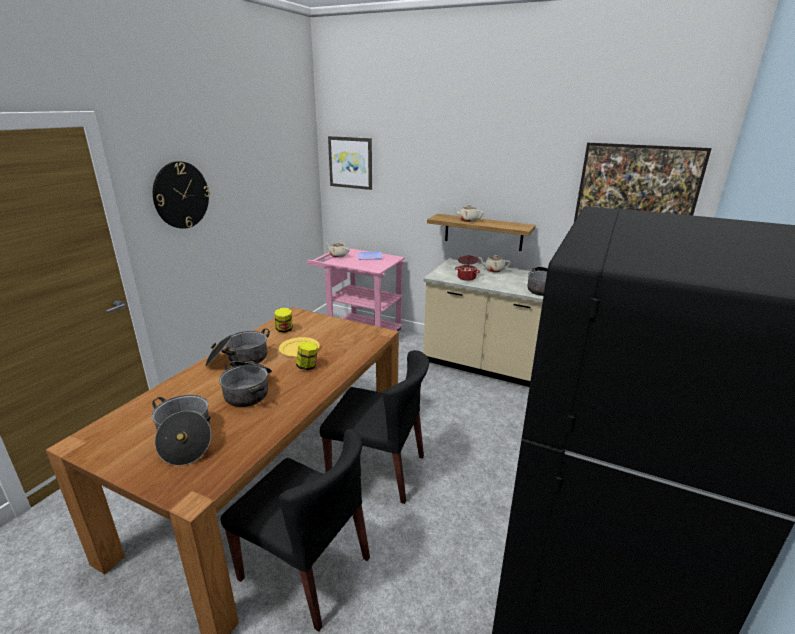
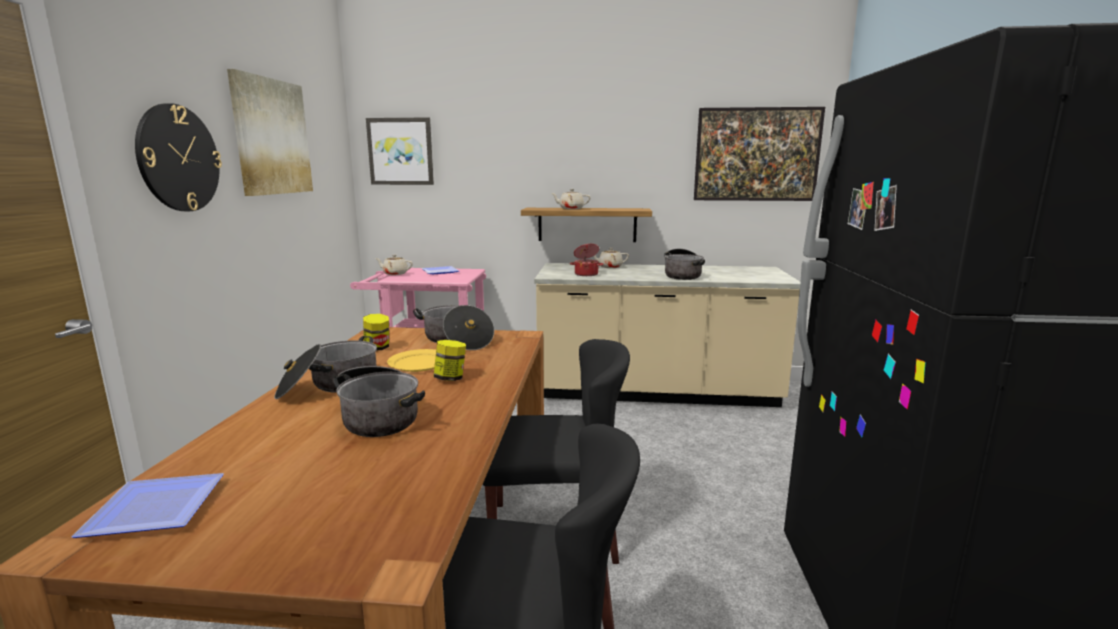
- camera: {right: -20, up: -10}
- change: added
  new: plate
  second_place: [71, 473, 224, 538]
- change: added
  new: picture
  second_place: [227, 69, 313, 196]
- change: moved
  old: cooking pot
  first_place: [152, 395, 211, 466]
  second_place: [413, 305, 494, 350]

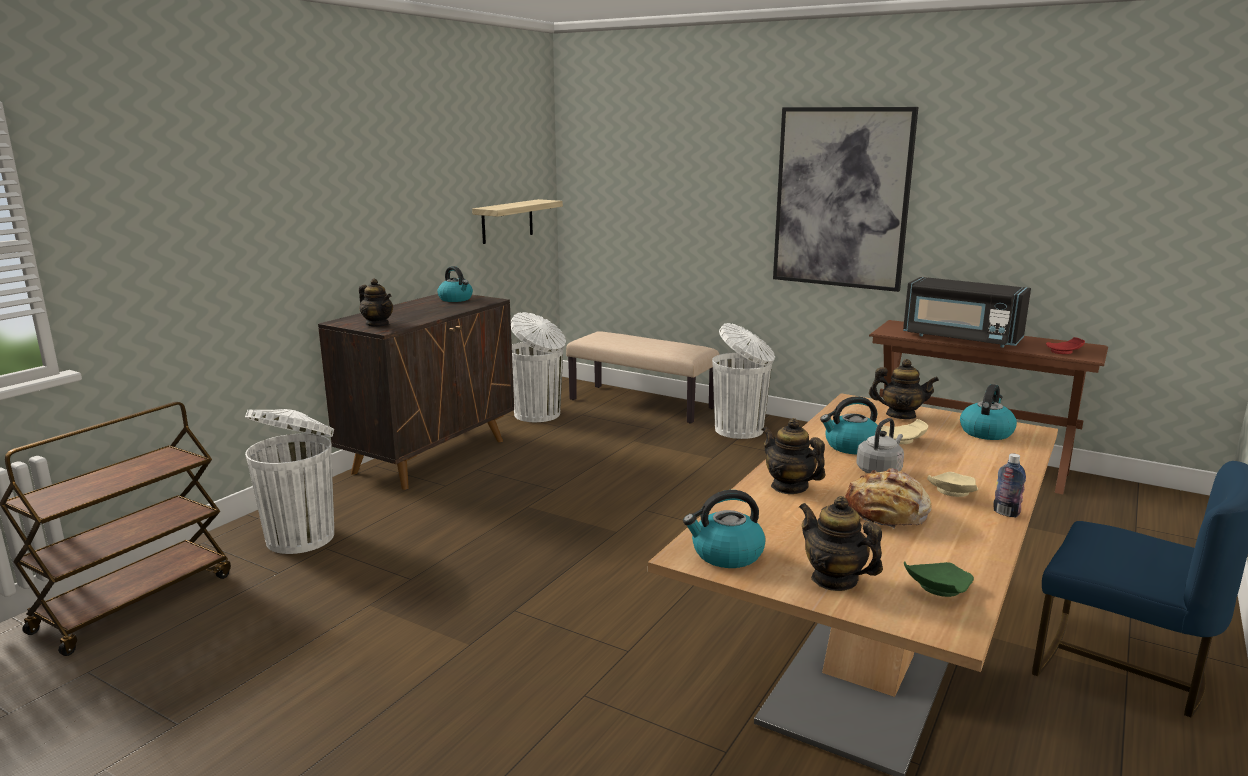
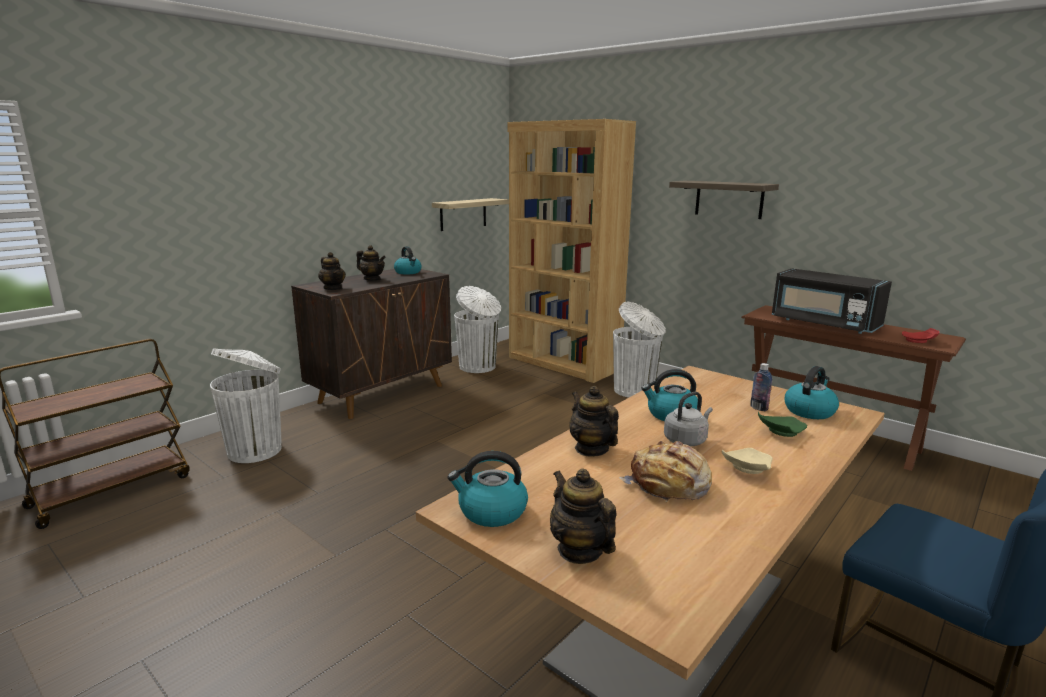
- camera: {right: 10, up: 0}
- change: removed
  old: plate/beige
  first_place: [881, 419, 928, 444]
- change: moved
  old: teapot
  first_place: [869, 359, 939, 419]
  second_place: [356, 245, 386, 281]
- change: moved
  old: plate/green
  first_place: [904, 561, 974, 597]
  second_place: [758, 412, 807, 437]
- change: moved
  old: bottle
  first_place: [993, 454, 1026, 518]
  second_place: [750, 363, 772, 411]
- change: replaced
  old: bench/beige
  new: bookcase/brown
  first_place: [566, 331, 720, 424]
  second_place: [507, 119, 636, 383]
- change: replaced
  old: picture
  new: shelf
  first_place: [773, 107, 918, 292]
  second_place: [669, 181, 779, 219]

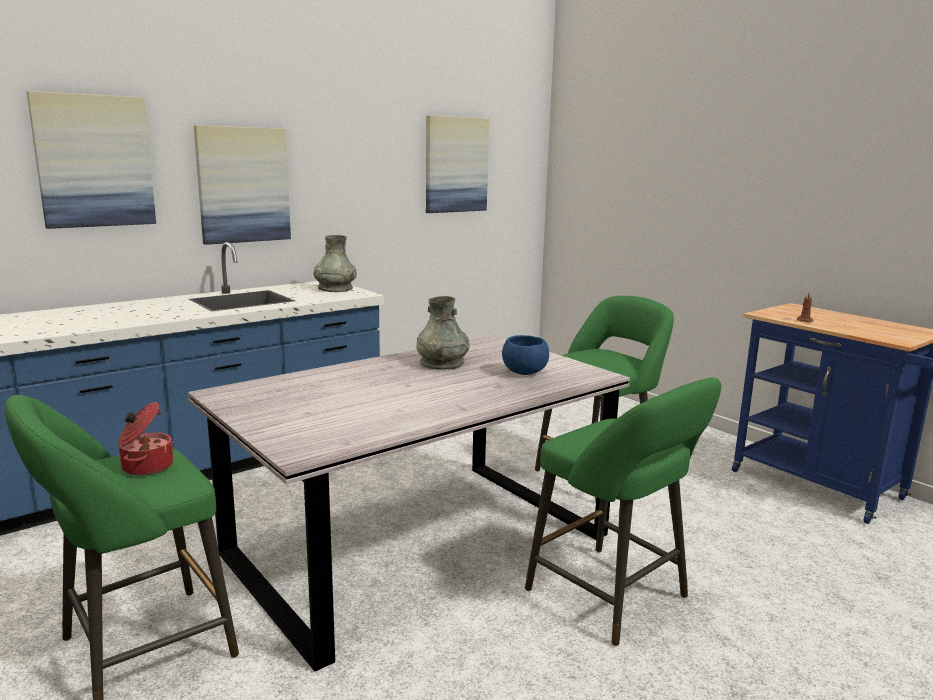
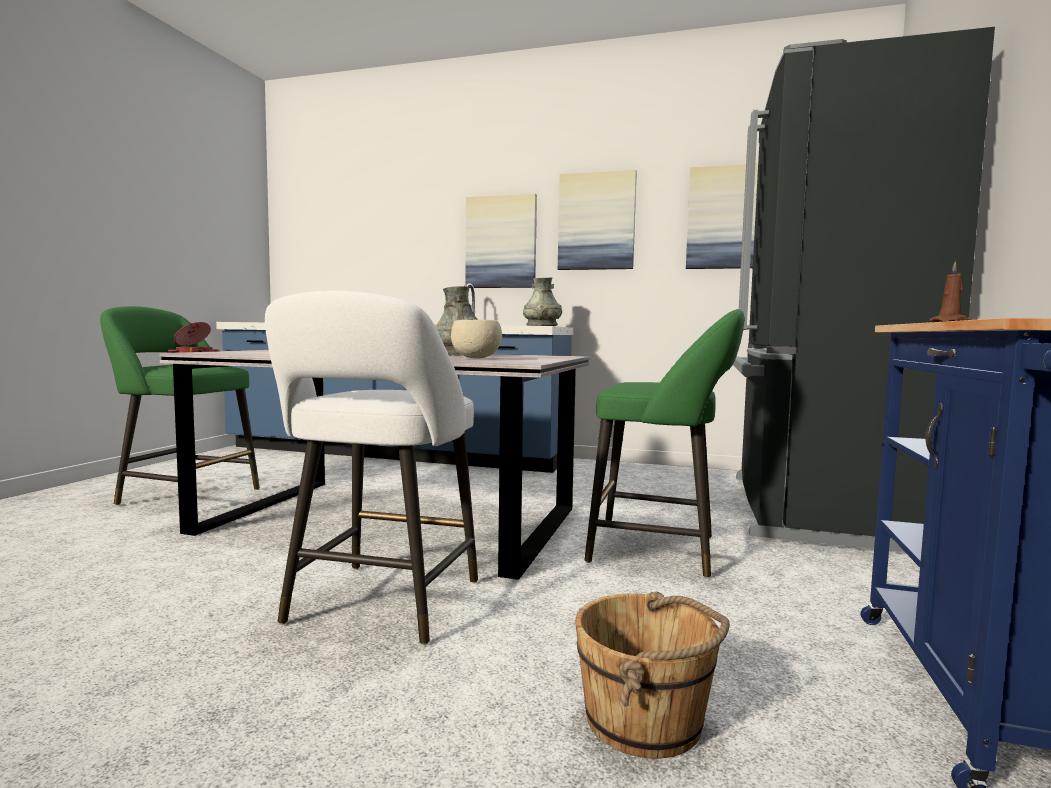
- camera: {right: 55, up: -10}
- change: added
  new: bucket/brown
  second_place: [575, 591, 730, 758]
- change: added
  new: fridge/black
  second_place: [733, 27, 995, 552]
- change: moved
  old: picture
  first_place: [26, 91, 156, 229]
  second_place: [558, 170, 637, 270]
- change: recoloured
  old: bowl/blue
  new: bowl/beige
  first_place: [502, 335, 549, 375]
  second_place: [451, 320, 502, 359]
- change: recoloured
  old: stool/green
  new: stool/white
  first_place: [525, 377, 721, 646]
  second_place: [265, 290, 478, 645]

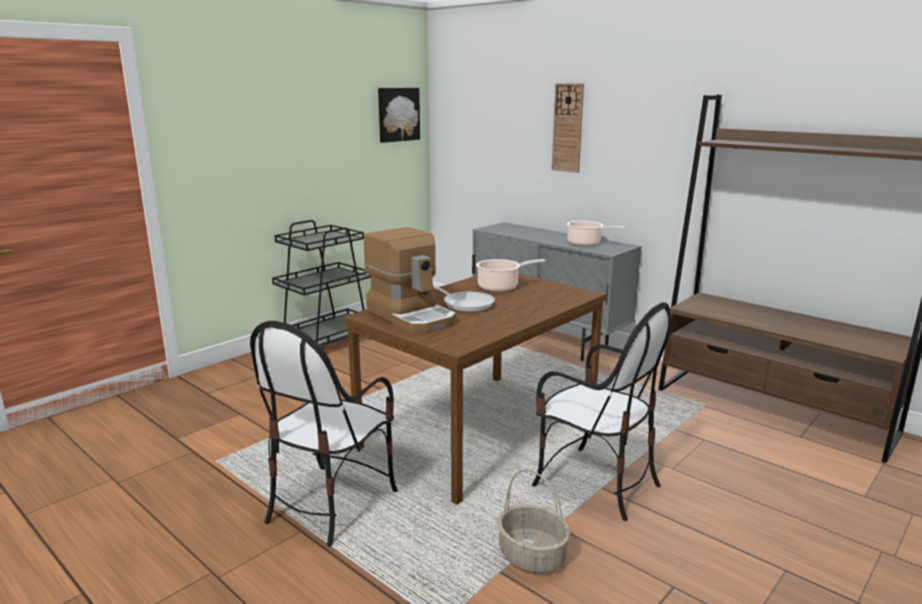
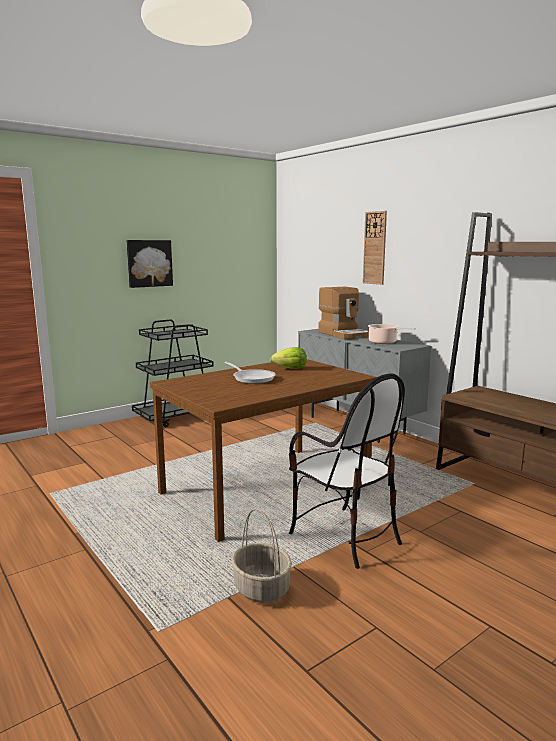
- camera: {right: 10, up: -5}
- change: removed
  old: chair
  first_place: [250, 321, 398, 547]
- change: moved
  old: coffee machine
  first_place: [364, 227, 456, 334]
  second_place: [318, 287, 369, 339]
- change: moved
  old: picture
  first_place: [378, 88, 420, 143]
  second_place: [127, 240, 173, 288]
- change: replaced
  old: cooking pot
  new: lettuce
  first_place: [476, 259, 546, 292]
  second_place: [271, 347, 307, 369]

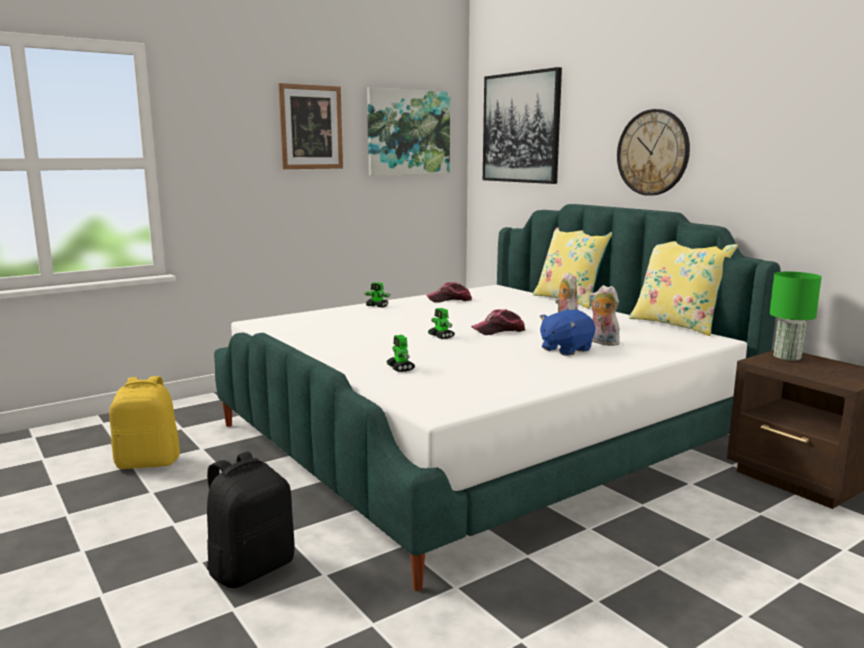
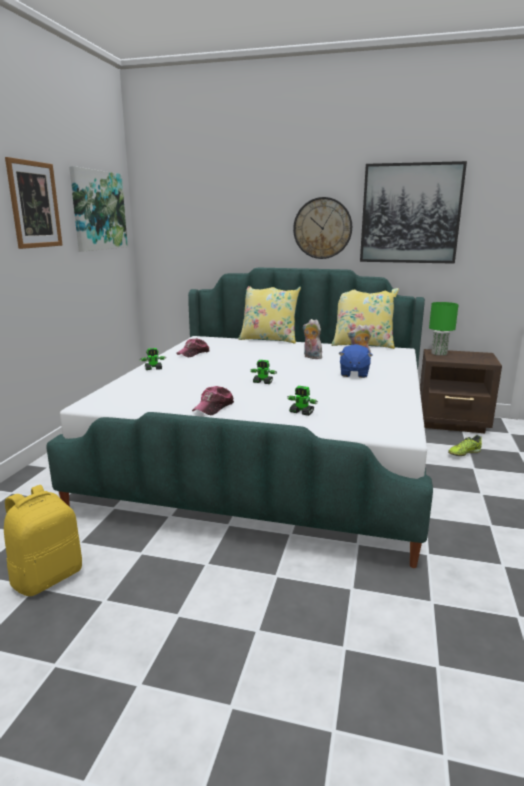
- camera: {right: -40, up: 5}
- change: removed
  old: backpack/black
  first_place: [207, 452, 294, 588]
- change: added
  new: shoe
  second_place: [448, 435, 482, 456]
- change: moved
  old: cap
  first_place: [471, 309, 525, 335]
  second_place: [192, 386, 234, 415]
- change: moved
  old: picture
  first_place: [483, 67, 562, 184]
  second_place: [360, 161, 467, 264]

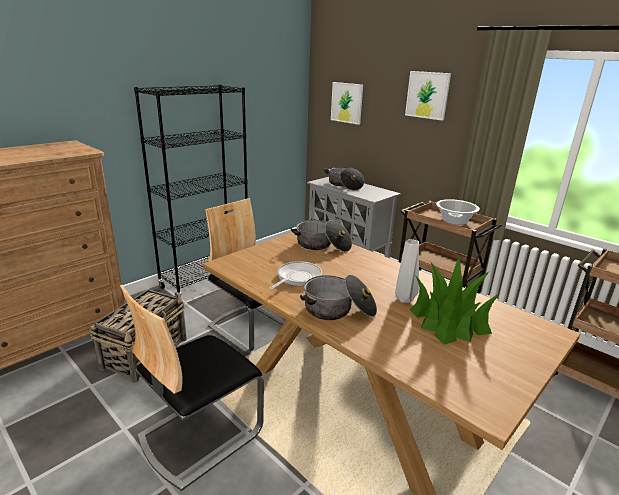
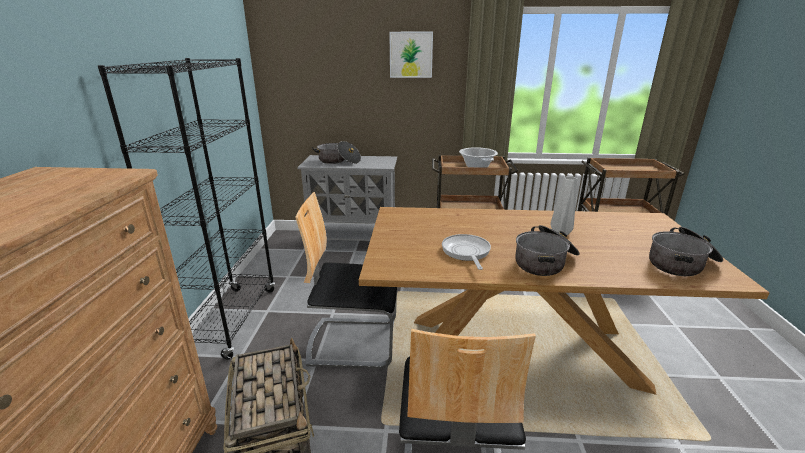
- camera: {right: -40, up: 0}
- change: removed
  old: picture
  first_place: [331, 82, 363, 125]
- change: removed
  old: potted plant
  first_place: [410, 257, 500, 345]
- change: moved
  old: cooking pot
  first_place: [290, 220, 352, 252]
  second_place: [649, 227, 723, 276]

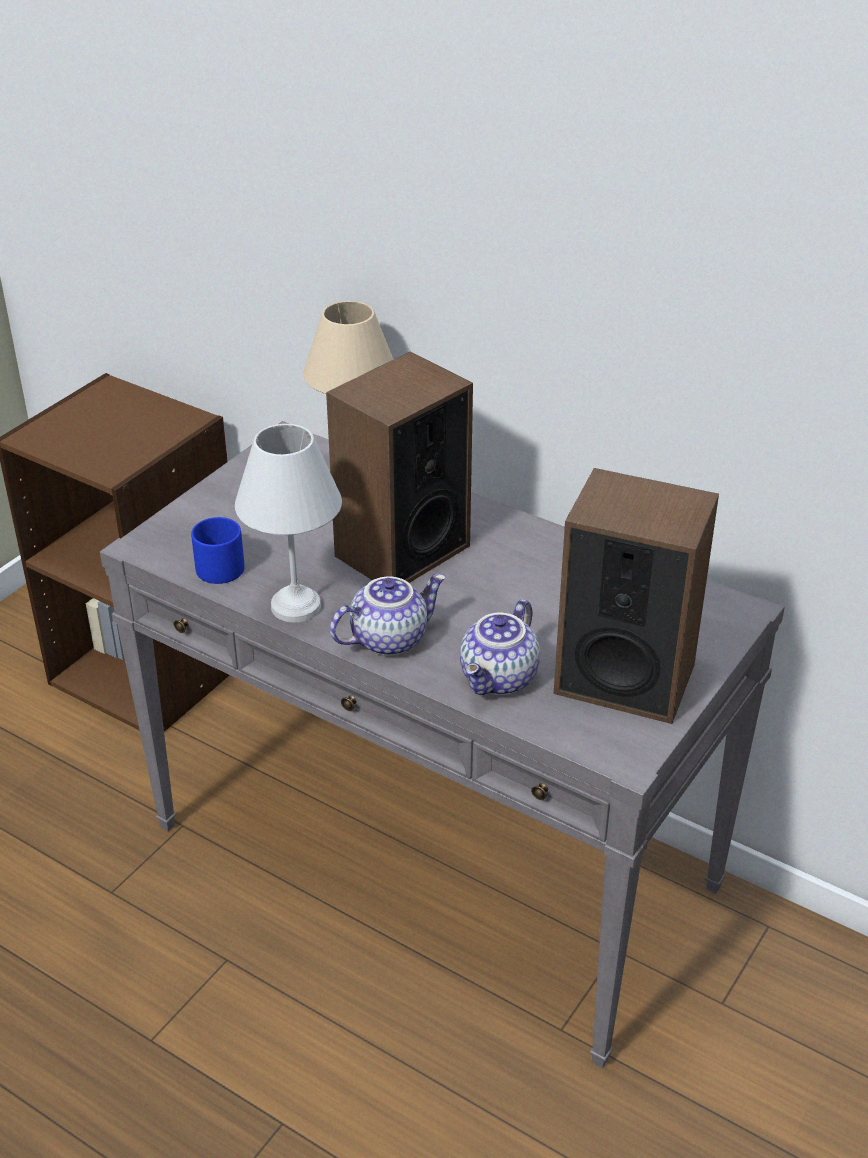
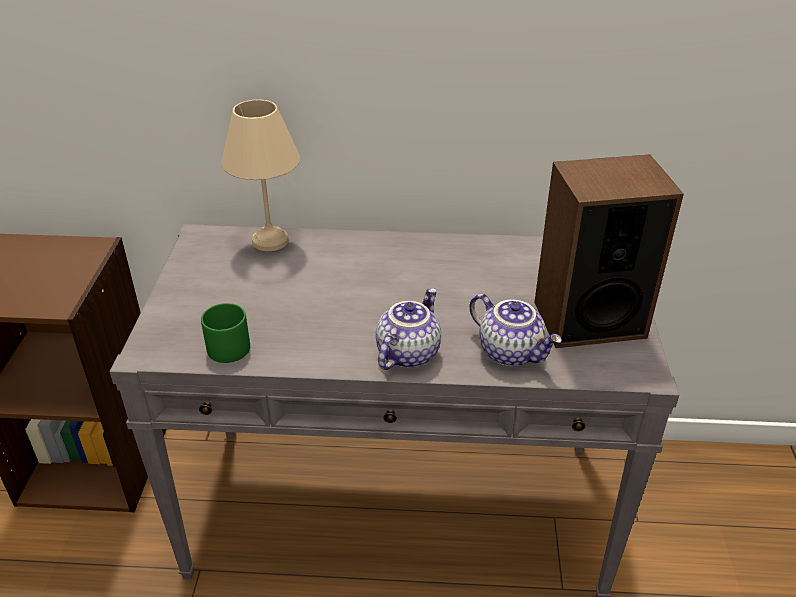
- camera: {right: -30, up: 0}
- change: removed
  old: table lamp/white
  first_place: [235, 424, 342, 622]
- change: removed
  old: speaker
  first_place: [326, 351, 473, 583]
- change: recoloured
  old: mug/blue
  new: mug/green
  first_place: [191, 517, 245, 584]
  second_place: [201, 303, 250, 363]
- change: turned
  old: teapot
  first_place: [460, 599, 540, 695]
  second_place: [469, 294, 562, 366]
  degrees: -45

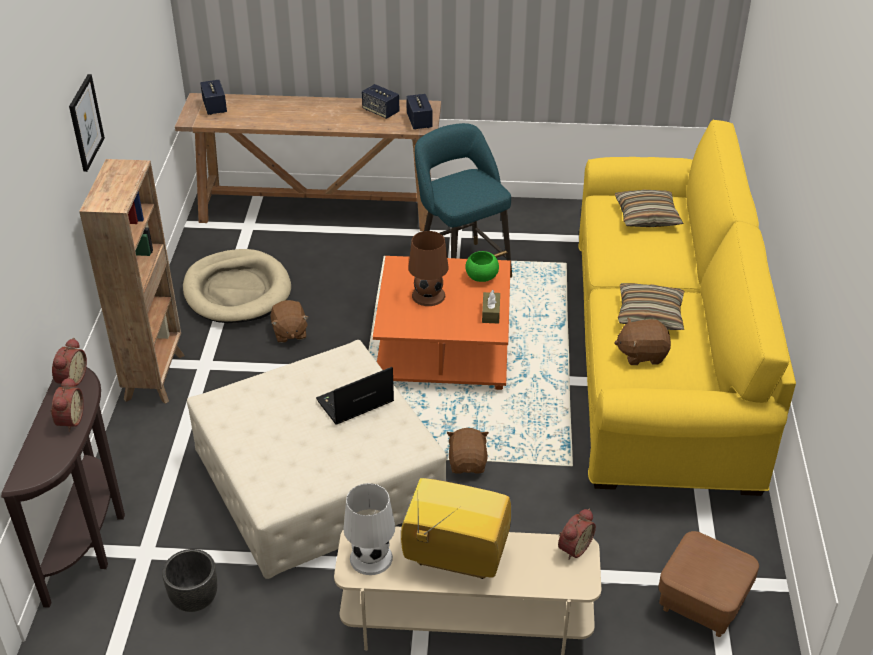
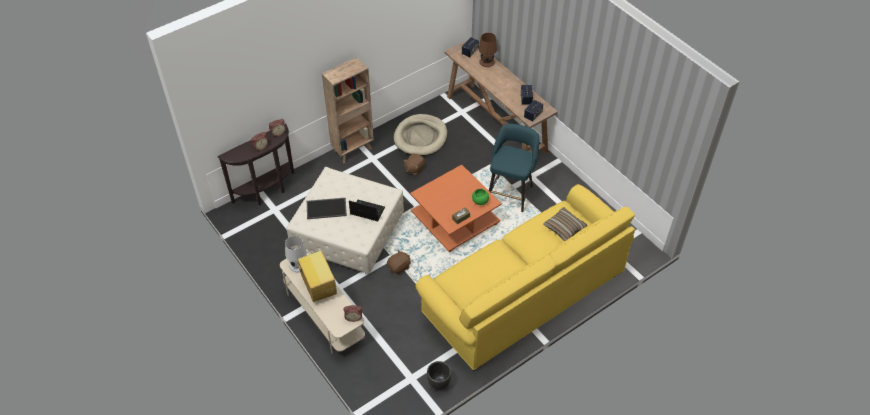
- camera: {right: 50, up: 10}
- change: removed
  old: picture
  first_place: [69, 74, 105, 172]
- change: removed
  old: plush toy/brown
  first_place: [614, 318, 671, 365]
- change: removed
  old: pillow
  first_place: [618, 283, 684, 330]
- change: removed
  old: ottoman/brown
  first_place: [659, 531, 759, 637]
- change: added
  new: tray
  second_place: [307, 198, 347, 219]
- change: moved
  old: planter/black
  first_place: [162, 549, 217, 612]
  second_place: [427, 361, 451, 390]
- change: moved
  old: table lamp/brown
  first_place: [408, 231, 449, 306]
  second_place: [479, 33, 497, 67]

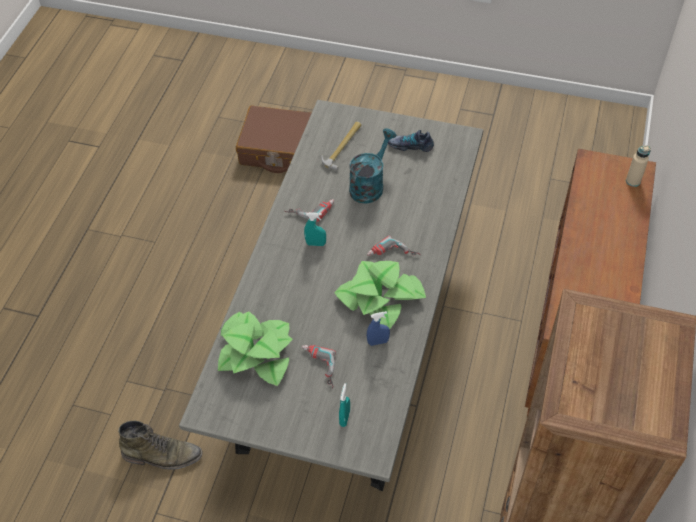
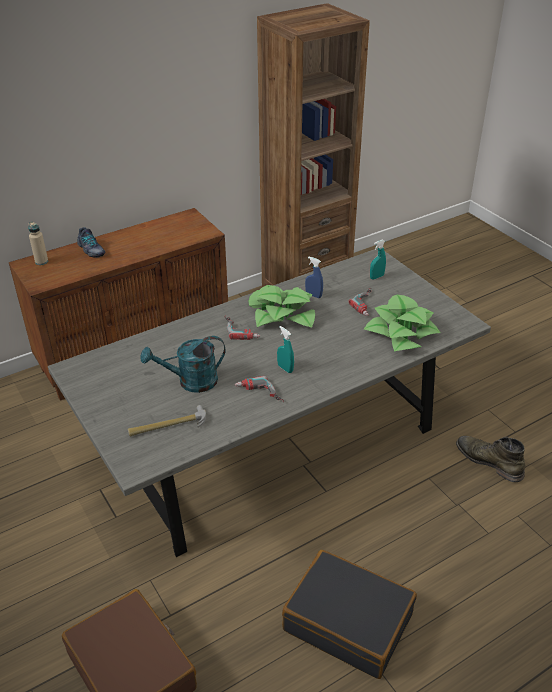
- camera: {right: -140, up: -15}
- change: added
  new: suitcase/black
  second_place: [282, 550, 417, 679]
- change: moved
  old: shoe
  first_place: [388, 130, 434, 152]
  second_place: [77, 227, 106, 258]

